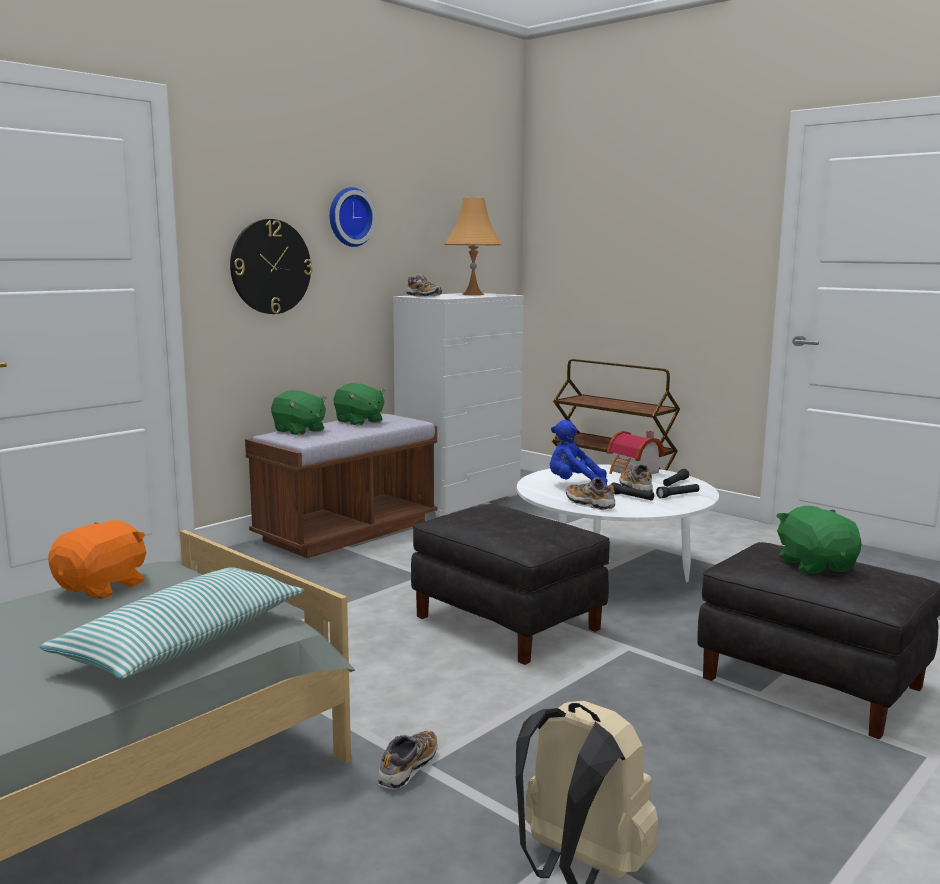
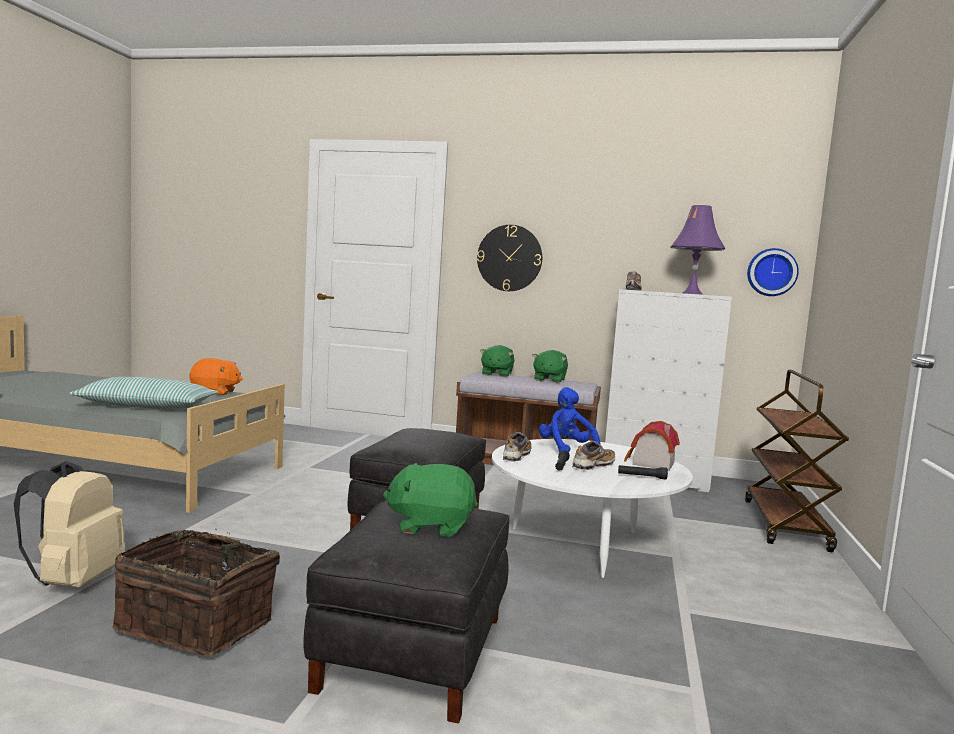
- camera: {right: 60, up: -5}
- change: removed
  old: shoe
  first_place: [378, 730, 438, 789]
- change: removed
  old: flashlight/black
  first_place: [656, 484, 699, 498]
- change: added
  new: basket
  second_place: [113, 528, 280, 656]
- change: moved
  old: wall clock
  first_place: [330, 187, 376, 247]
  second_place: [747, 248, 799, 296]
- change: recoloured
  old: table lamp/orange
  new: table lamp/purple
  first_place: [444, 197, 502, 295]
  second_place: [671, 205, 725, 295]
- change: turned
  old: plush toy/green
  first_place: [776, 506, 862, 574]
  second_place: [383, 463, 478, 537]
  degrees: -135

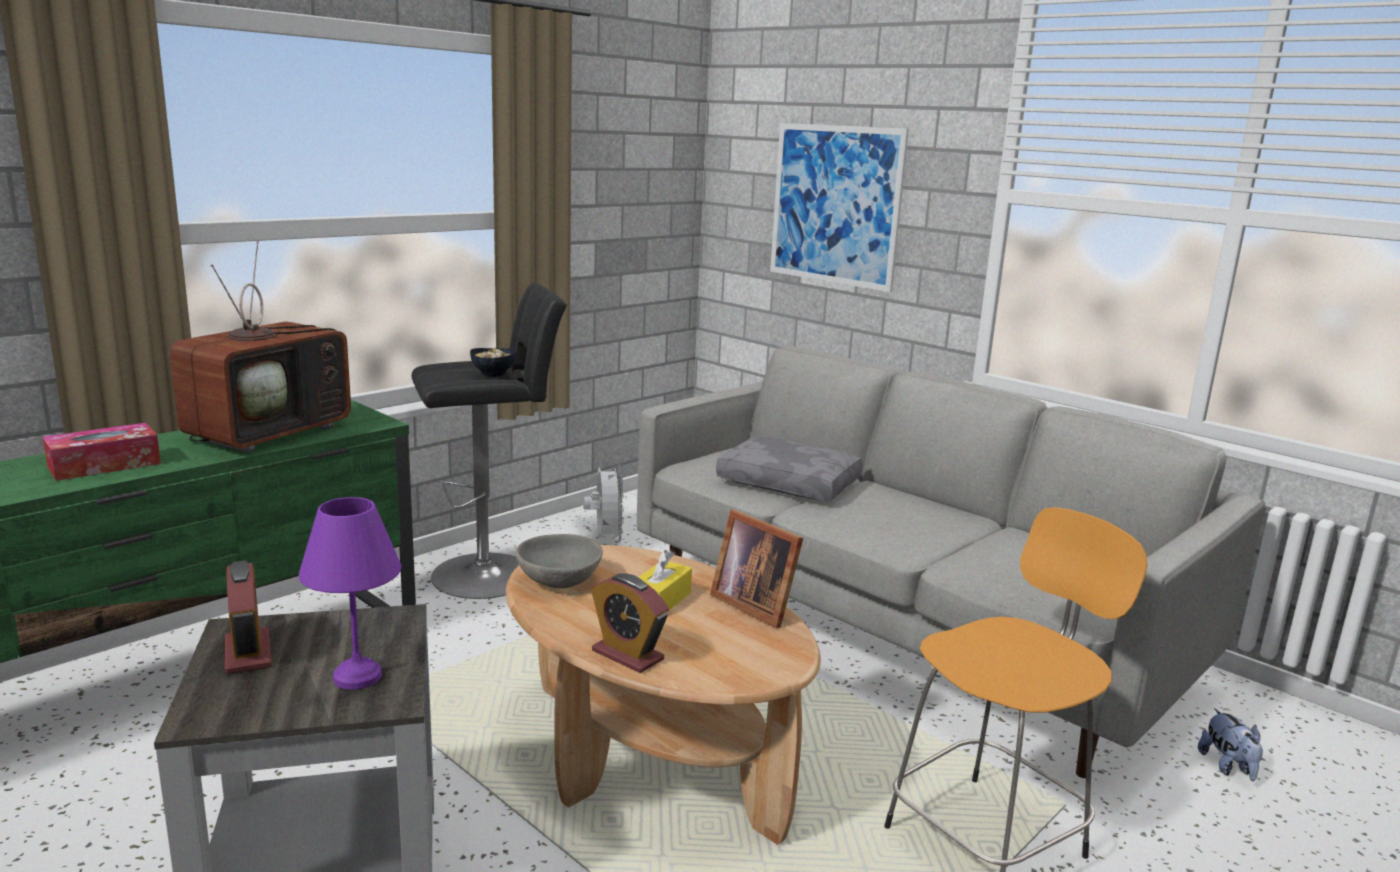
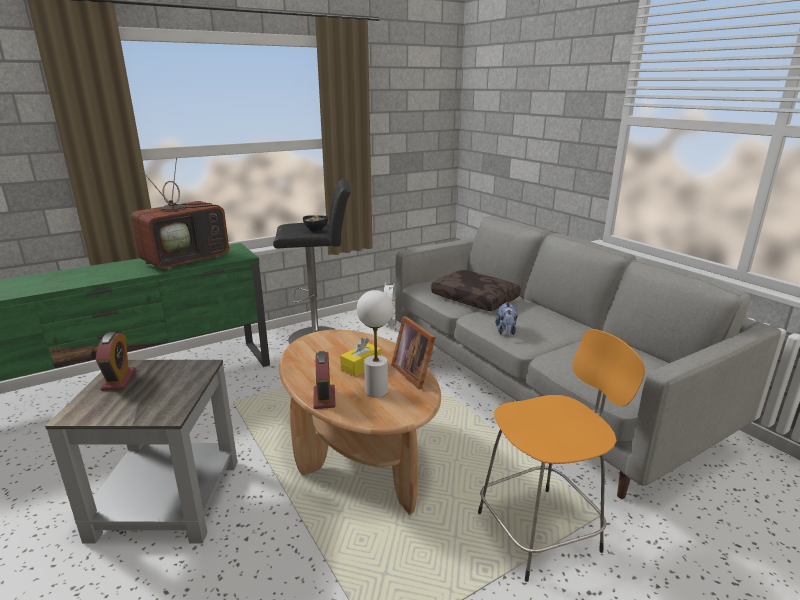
- camera: {right: 15, up: 5}
- change: removed
  old: tissue box
  first_place: [43, 423, 161, 481]
- change: removed
  old: table lamp/purple
  first_place: [299, 497, 401, 690]
- change: removed
  old: bowl/grey
  first_place: [515, 534, 603, 589]
- change: removed
  old: picture
  first_place: [770, 123, 909, 292]
- change: added
  new: table lamp/white
  second_place: [357, 290, 393, 398]
- change: moved
  old: plush toy
  first_place: [1198, 708, 1263, 781]
  second_place: [495, 301, 517, 336]
- change: recoloured
  old: pillow/grey
  new: pillow/brown
  first_place: [716, 437, 863, 501]
  second_place: [431, 270, 521, 311]
- change: turned
  old: alarm clock
  first_place: [591, 573, 669, 673]
  second_place: [313, 351, 336, 409]
  degrees: -150

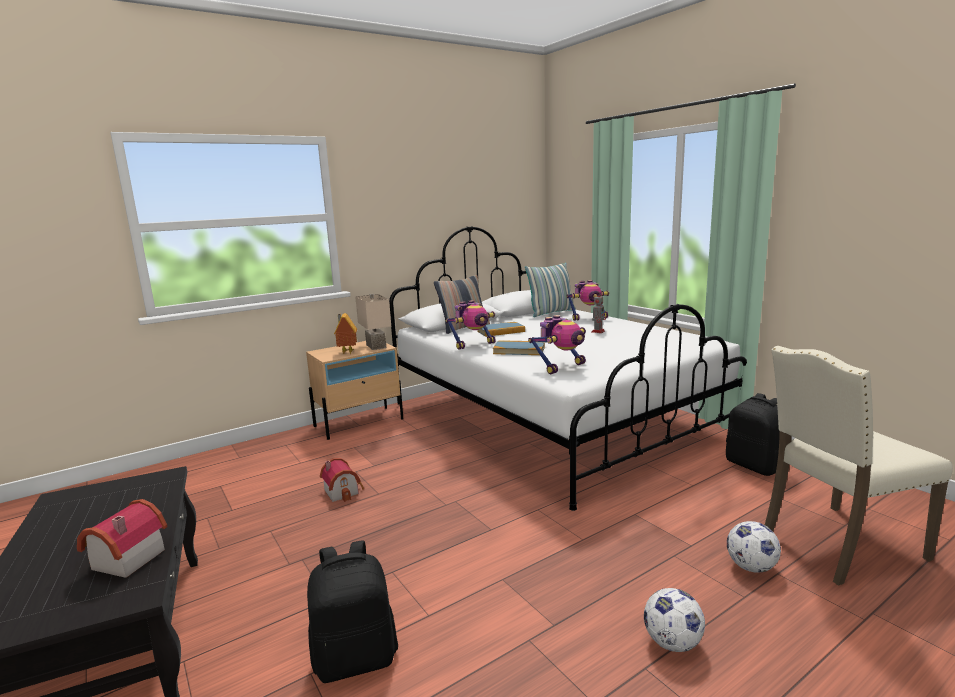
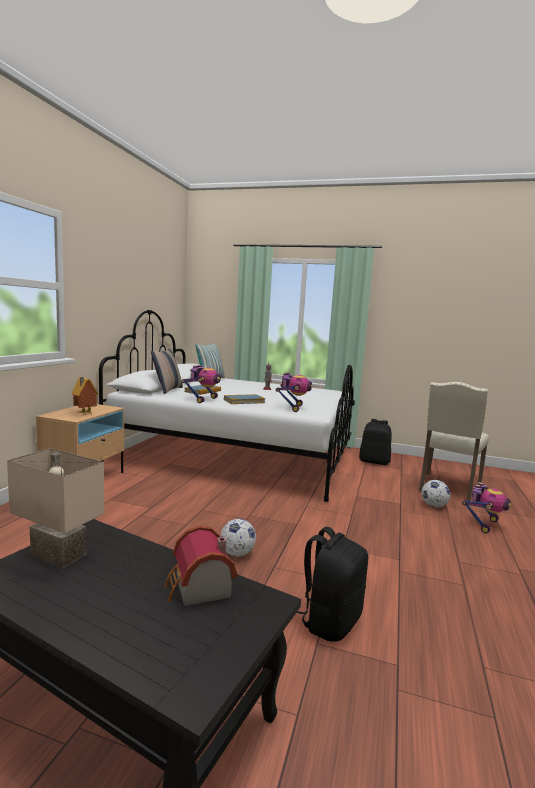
- camera: {right: -40, up: -5}
- change: removed
  old: toy house
  first_place: [320, 458, 364, 502]
- change: moved
  old: table lamp/beige
  first_place: [355, 294, 391, 350]
  second_place: [7, 448, 104, 568]
- change: moved
  old: toy robot
  first_place: [567, 280, 610, 321]
  second_place: [462, 482, 511, 533]
- change: moved
  old: football
  first_place: [644, 588, 705, 652]
  second_place: [220, 519, 256, 557]

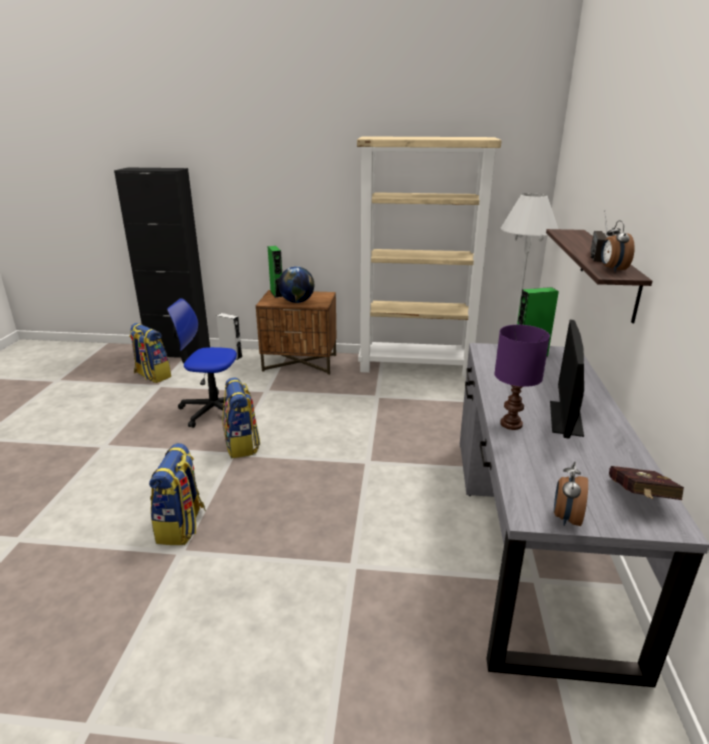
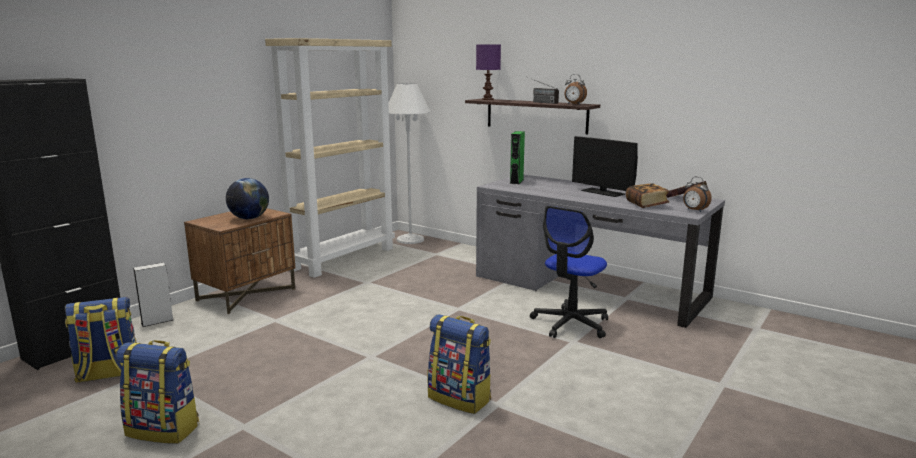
- camera: {right: -60, up: -10}
- change: removed
  old: speaker/green
  first_place: [268, 246, 283, 298]
- change: added
  new: book
  second_place: [626, 183, 669, 208]
- change: moved
  old: office chair
  first_place: [167, 298, 237, 428]
  second_place: [530, 206, 608, 338]
- change: moved
  old: backpack
  first_place: [222, 377, 260, 458]
  second_place: [116, 340, 199, 444]
- change: moved
  old: table lamp/purple
  first_place: [494, 325, 550, 430]
  second_place: [476, 45, 501, 100]

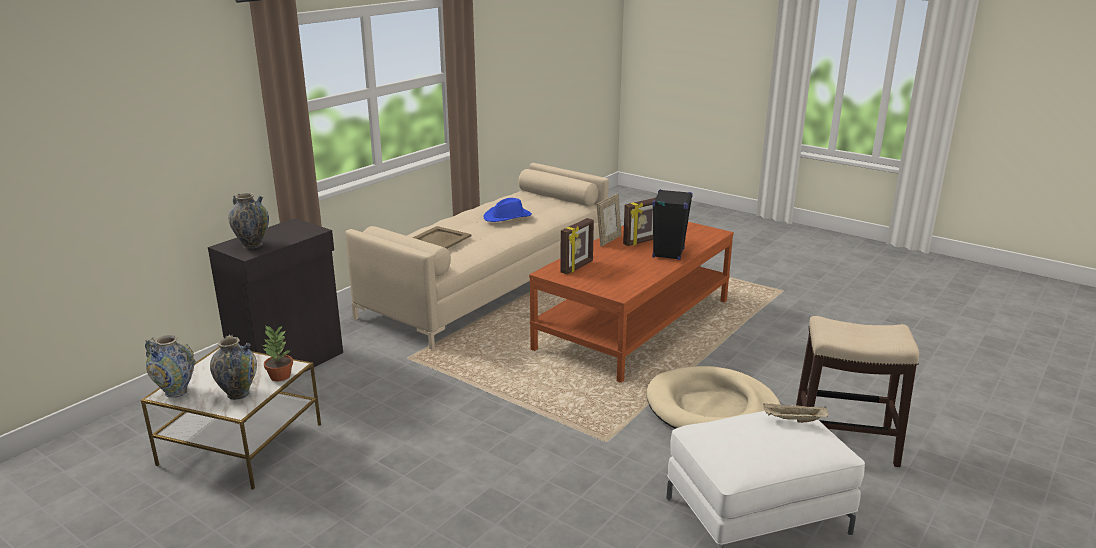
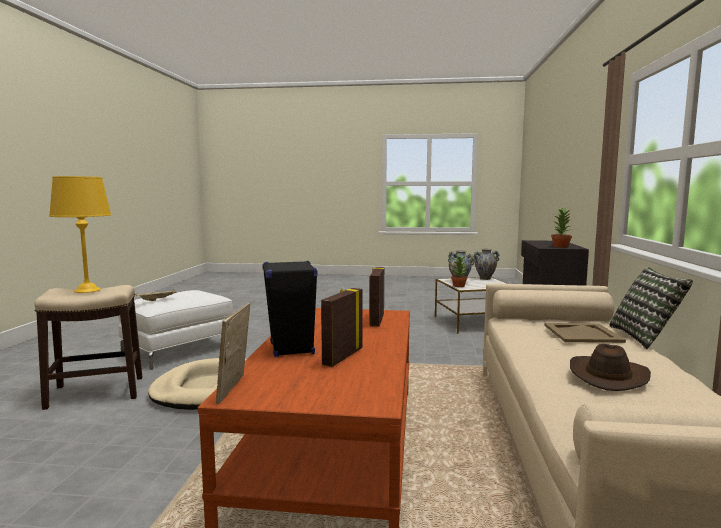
- camera: {right: 150, up: -15}
- change: removed
  old: vase
  first_place: [228, 193, 269, 249]
- change: added
  new: table lamp/yellow
  second_place: [49, 176, 111, 293]
- change: added
  new: potted plant
  second_place: [551, 207, 572, 248]
- change: added
  new: pillow
  second_place: [609, 267, 693, 349]
- change: moved
  old: picture frame
  first_place: [597, 194, 622, 247]
  second_place: [216, 303, 250, 404]
- change: recoloured
  old: hat/blue
  new: hat/brown
  first_place: [483, 198, 532, 222]
  second_place: [570, 344, 651, 391]

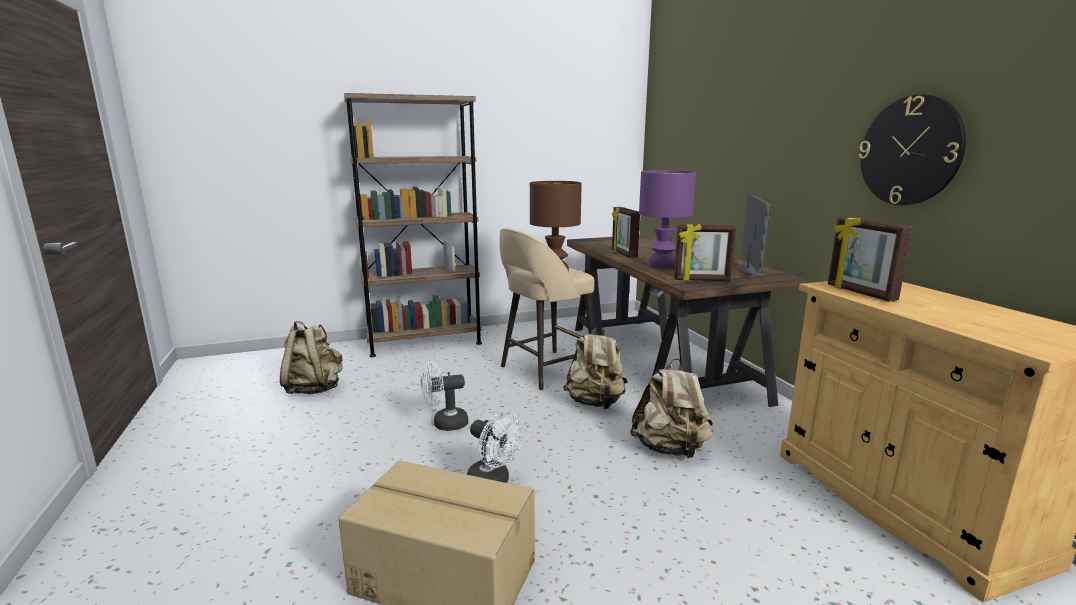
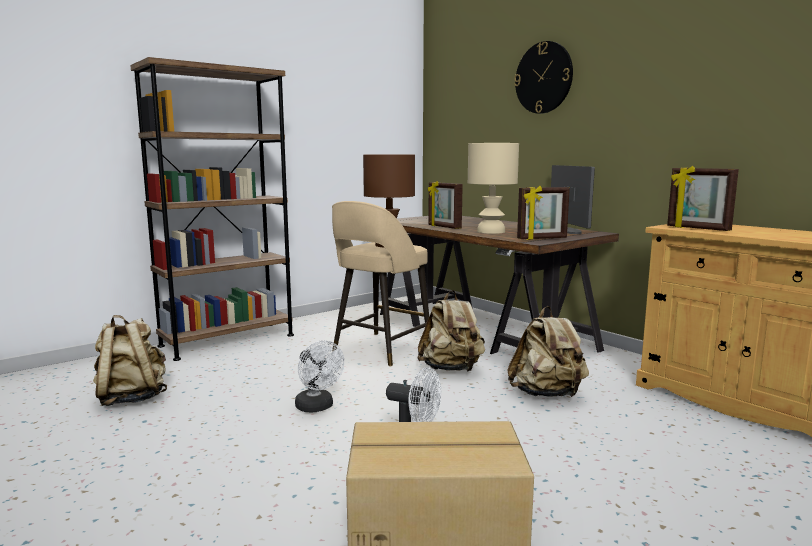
- camera: {right: -20, up: -5}
- change: moved
  old: wall clock
  first_place: [859, 94, 966, 205]
  second_place: [514, 41, 573, 114]
- change: recoloured
  old: table lamp/purple
  new: table lamp/beige
  first_place: [639, 170, 696, 268]
  second_place: [468, 143, 519, 234]
- change: turned
  old: fan/white
  first_place: [421, 362, 468, 431]
  second_place: [295, 340, 344, 413]
  degrees: -90

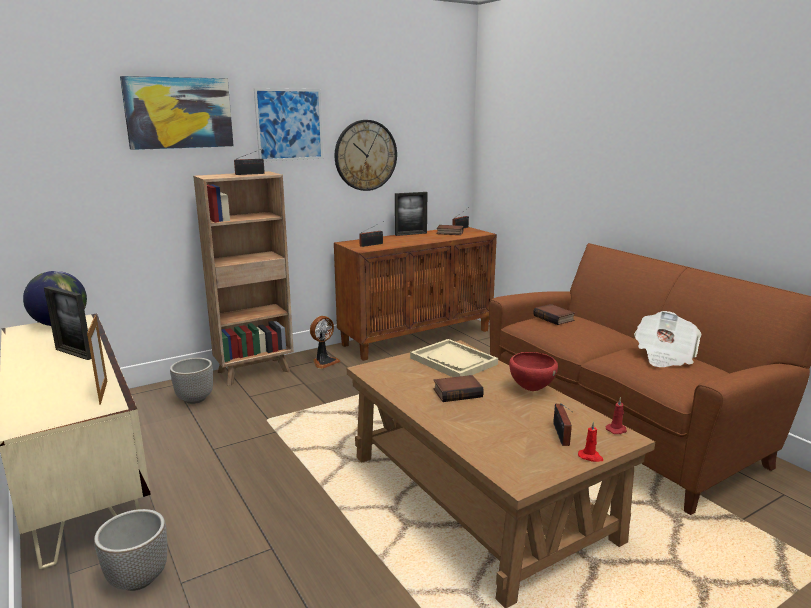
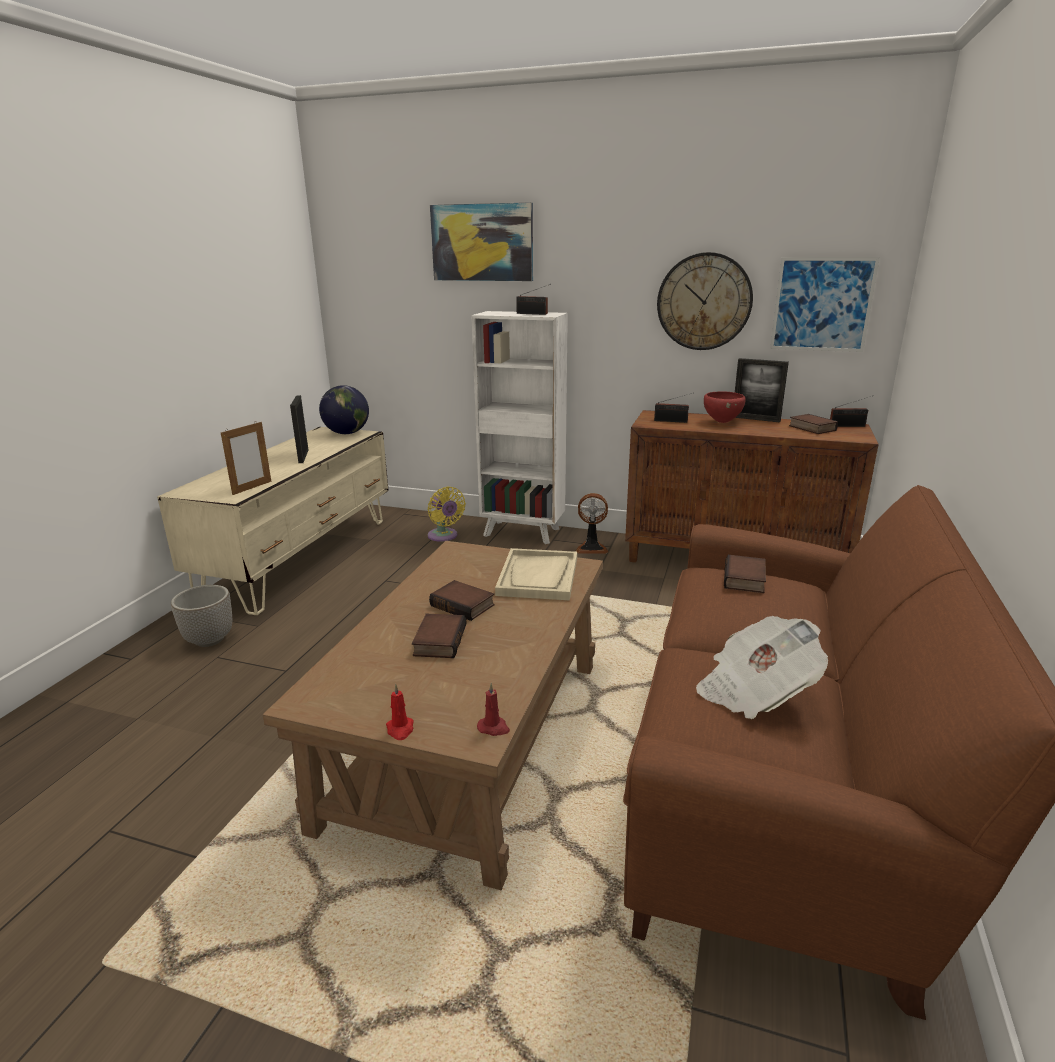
- camera: {right: 50, up: 5}
- change: removed
  old: radio
  first_place: [553, 404, 573, 446]
- change: added
  new: book
  second_place: [412, 614, 467, 658]
- change: moved
  old: picture
  first_place: [254, 88, 323, 162]
  second_place: [770, 257, 880, 352]
- change: moved
  old: bowl/red
  first_place: [509, 352, 558, 391]
  second_place: [704, 391, 746, 423]
- change: replaced
  old: planter
  new: fan/yellow
  first_place: [170, 358, 213, 404]
  second_place: [428, 486, 466, 542]
- change: recoloured
  old: bookcase/brown
  new: bookcase/white
  first_place: [193, 171, 294, 386]
  second_place: [471, 311, 568, 544]

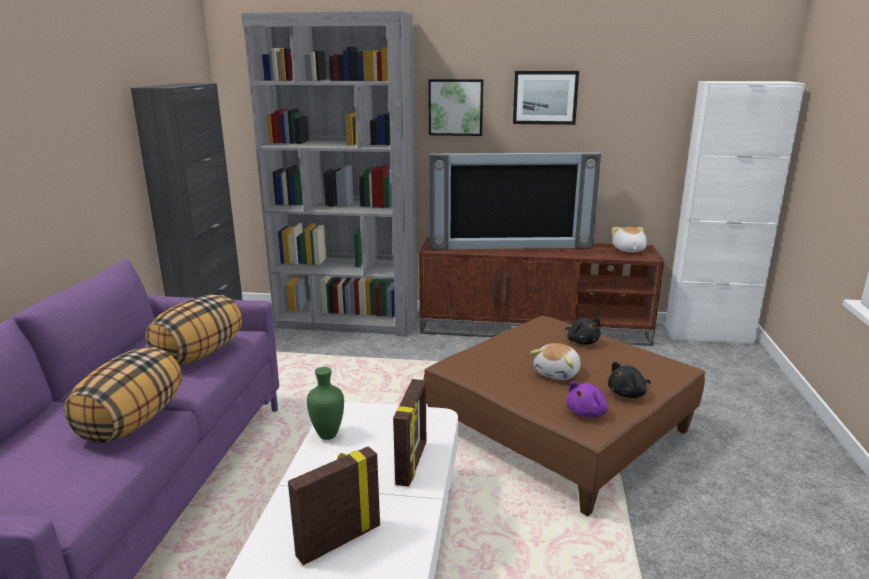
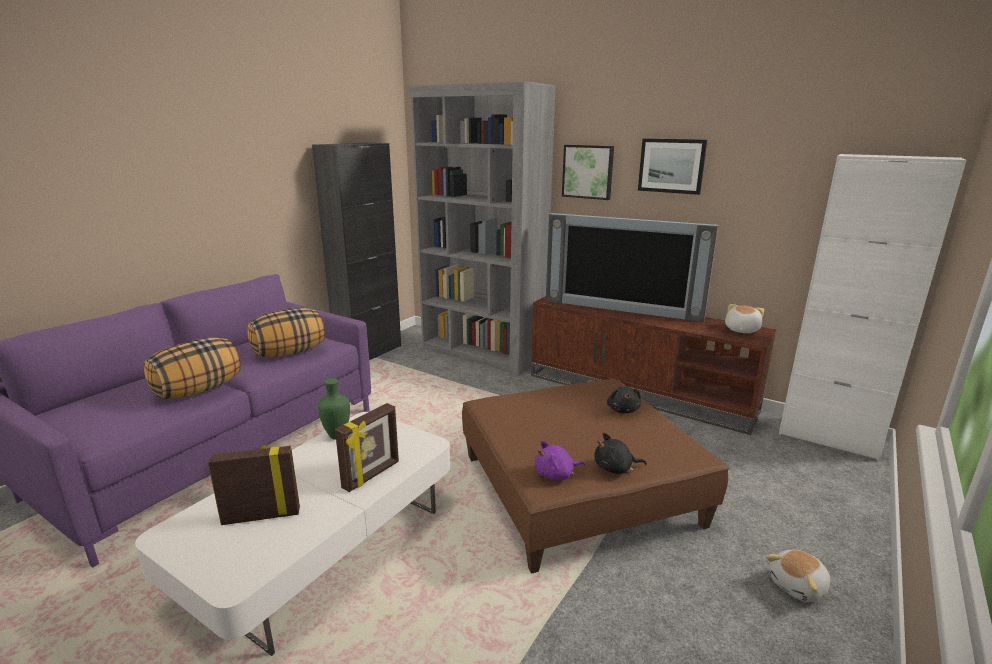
- camera: {right: 25, up: 0}
- change: moved
  old: plush toy
  first_place: [530, 343, 580, 380]
  second_place: [766, 550, 830, 602]

